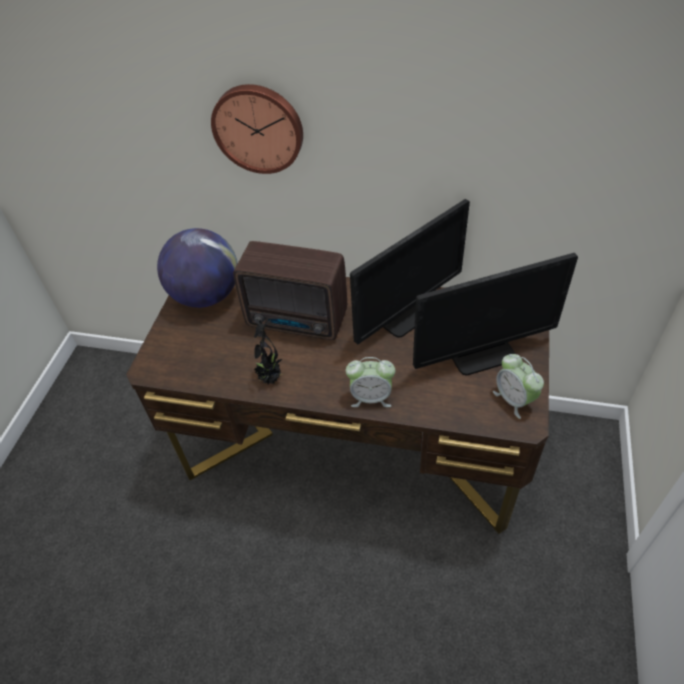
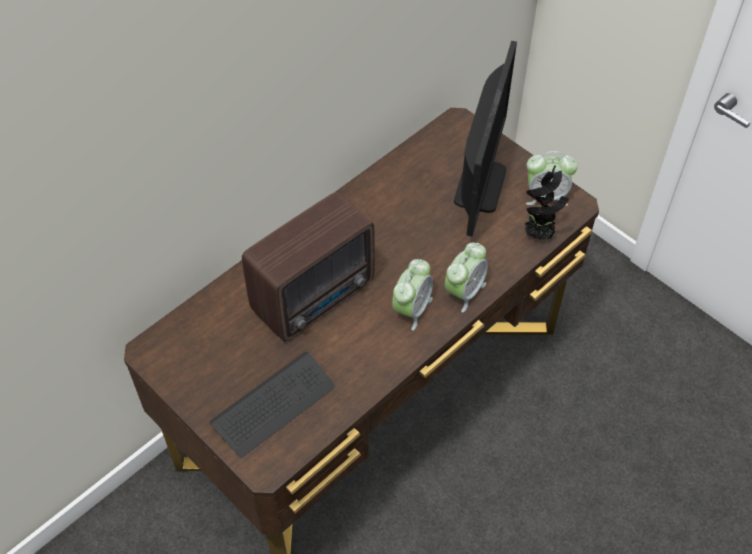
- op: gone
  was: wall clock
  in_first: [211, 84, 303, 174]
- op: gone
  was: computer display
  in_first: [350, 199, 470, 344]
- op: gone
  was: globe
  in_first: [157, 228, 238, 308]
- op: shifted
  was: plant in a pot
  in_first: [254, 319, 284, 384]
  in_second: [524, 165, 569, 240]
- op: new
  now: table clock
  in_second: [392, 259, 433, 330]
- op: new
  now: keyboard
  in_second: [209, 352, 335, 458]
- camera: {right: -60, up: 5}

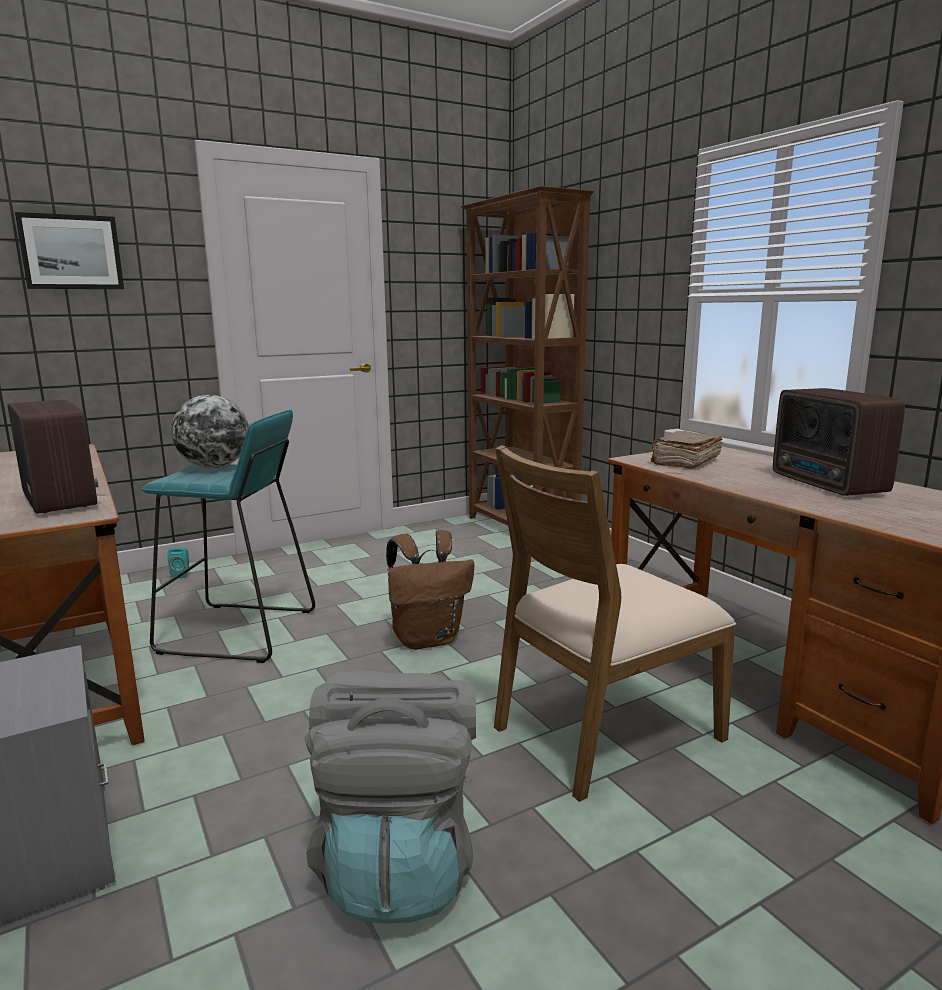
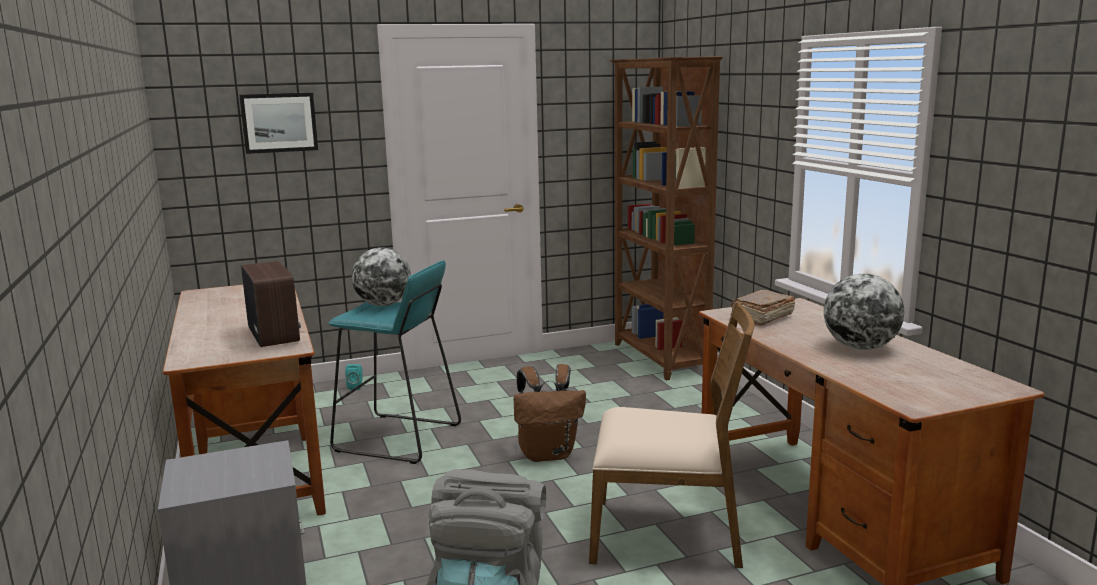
- op: swapped
  was: radio
  now: globe
  in_first: [773, 388, 905, 496]
  in_second: [824, 274, 904, 350]
- op: rotated
  was: brown-coloured upright chair
  in_first: [494, 445, 736, 802]
  in_second: [589, 302, 754, 568]
  clockwise: -150
- camera: {right: 10, up: 0}

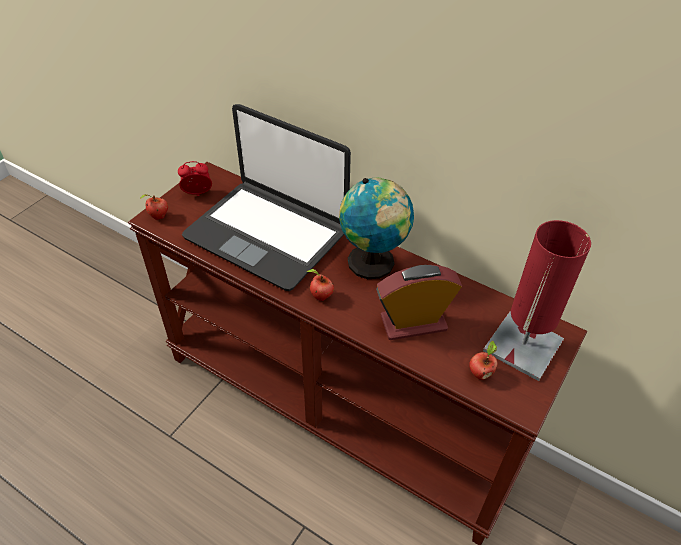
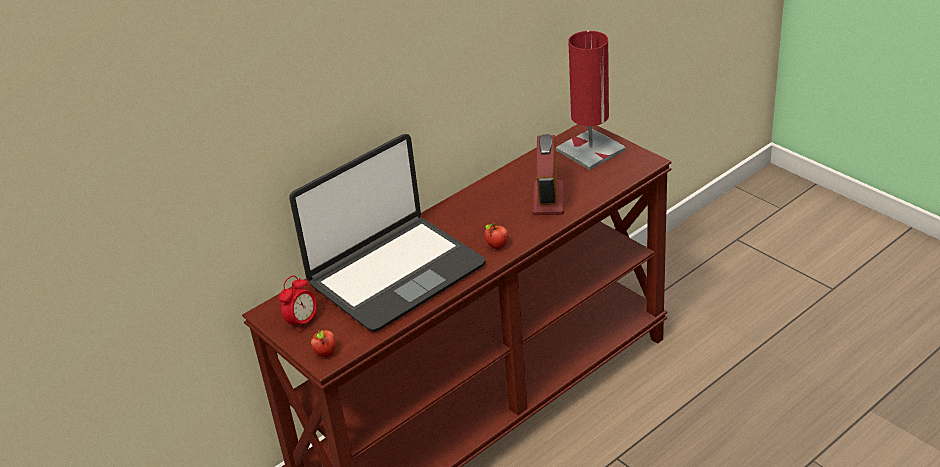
- op: rotated
  was: table clock
  in_first: [178, 161, 212, 196]
  in_second: [279, 275, 318, 332]
  clockwise: -150
- op: gone
  was: globe
  in_first: [339, 177, 414, 279]
- op: gone
  was: apple fruit
  in_first: [469, 341, 497, 380]
- camera: {right: -70, up: -10}

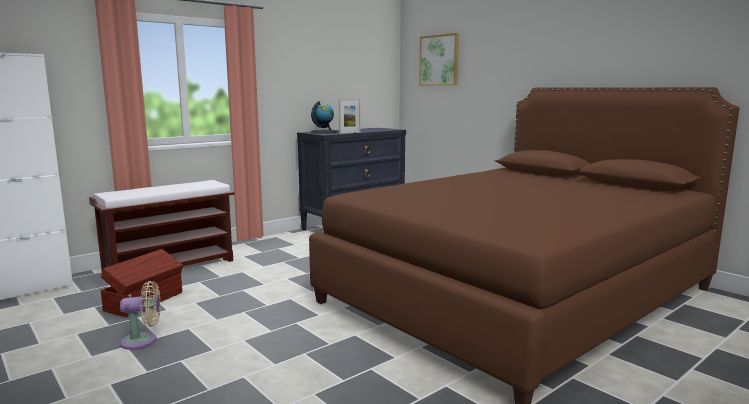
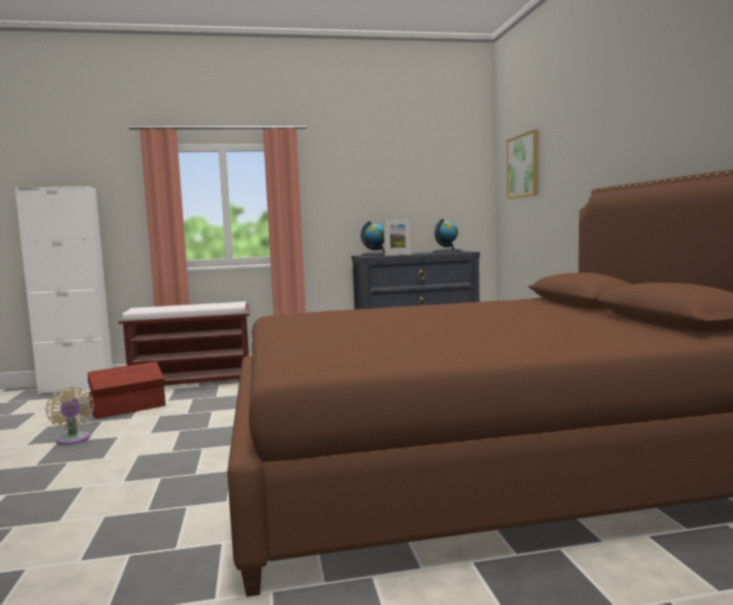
- op: rotated
  was: beige-coloured fan
  in_first: [120, 281, 161, 350]
  in_second: [46, 386, 94, 445]
  clockwise: 45
- op: new
  now: globe
  in_second: [432, 218, 463, 253]
- camera: {right: 30, up: -5}

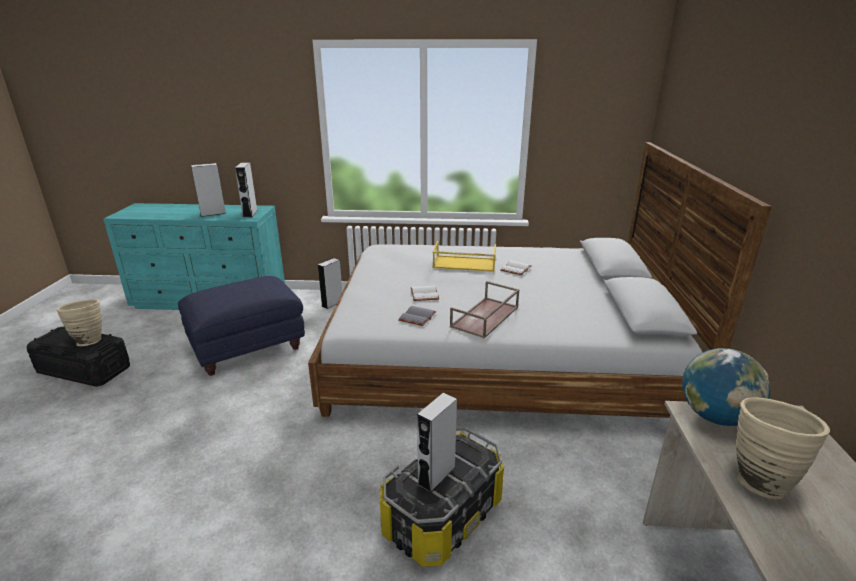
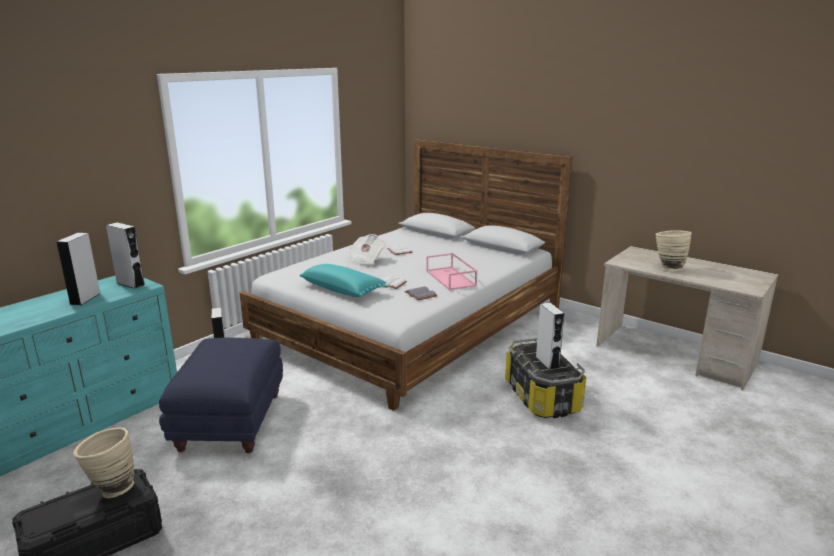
- op: swapped
  was: yellowish serving tray
  now: printed paper
  in_first: [432, 241, 496, 272]
  in_second: [349, 234, 385, 265]
- op: repainted
  was: brown-coloured serving tray
  now: pinkish serving tray
  in_first: [450, 281, 520, 339]
  in_second: [426, 253, 477, 290]
- op: gone
  was: globe
  in_first: [682, 348, 770, 426]
- op: new
  now: turquoise pillow
  in_second: [300, 264, 386, 297]
- camera: {right: -55, up: -5}

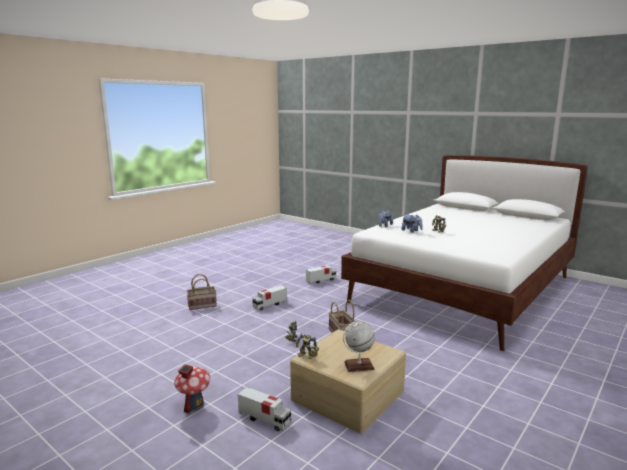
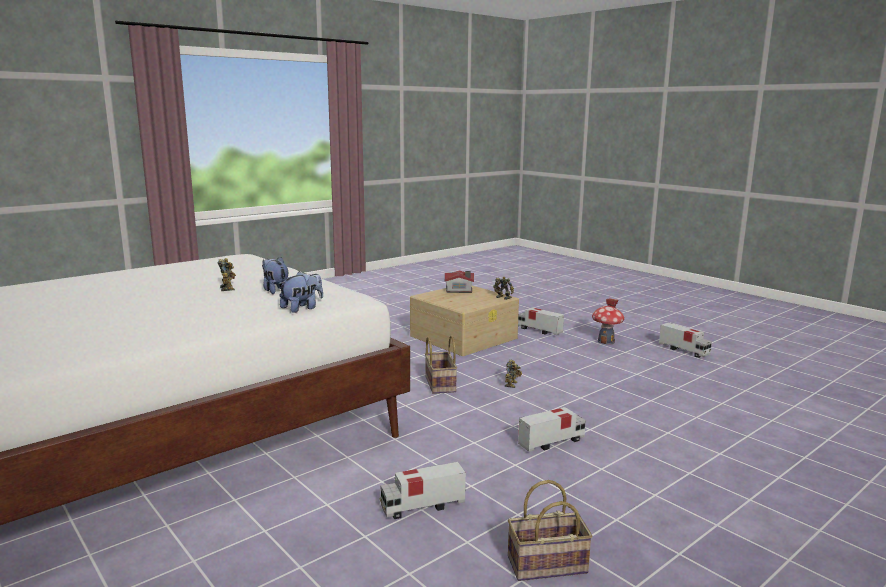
- op: shifted
  was: basket
  in_first: [186, 274, 217, 310]
  in_second: [508, 480, 593, 581]
- op: swapped
  was: globe
  now: model house
  in_first: [343, 322, 375, 372]
  in_second: [445, 270, 474, 293]
- op: new
  now: model truck
  in_second: [659, 322, 712, 358]
- camera: {right: -170, up: 0}

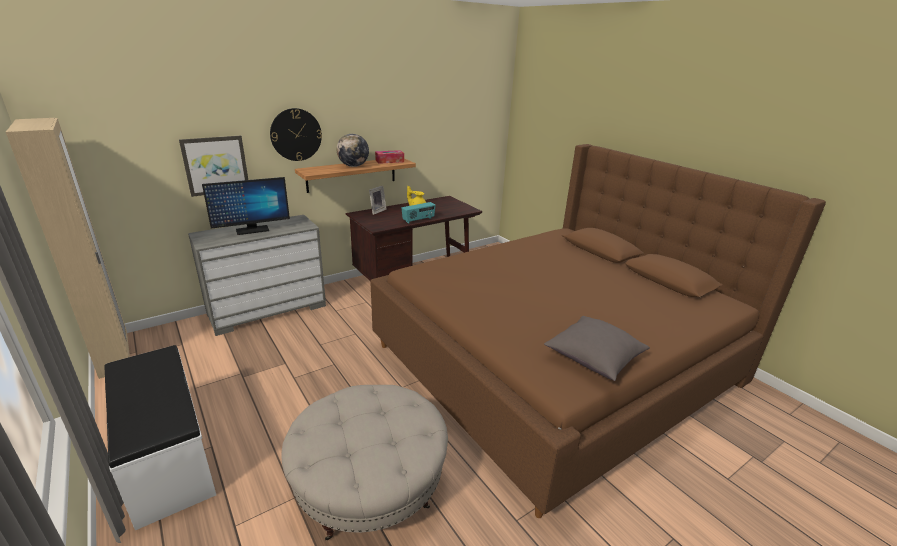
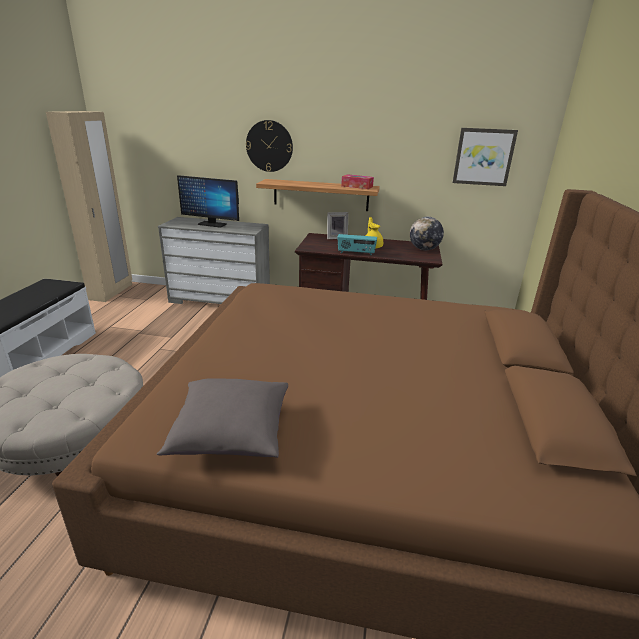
- op: shifted
  was: globe
  in_first: [336, 134, 369, 167]
  in_second: [410, 217, 444, 250]
- op: shifted
  was: picture
  in_first: [179, 135, 248, 197]
  in_second: [452, 128, 518, 186]
- camera: {right: 45, up: 0}

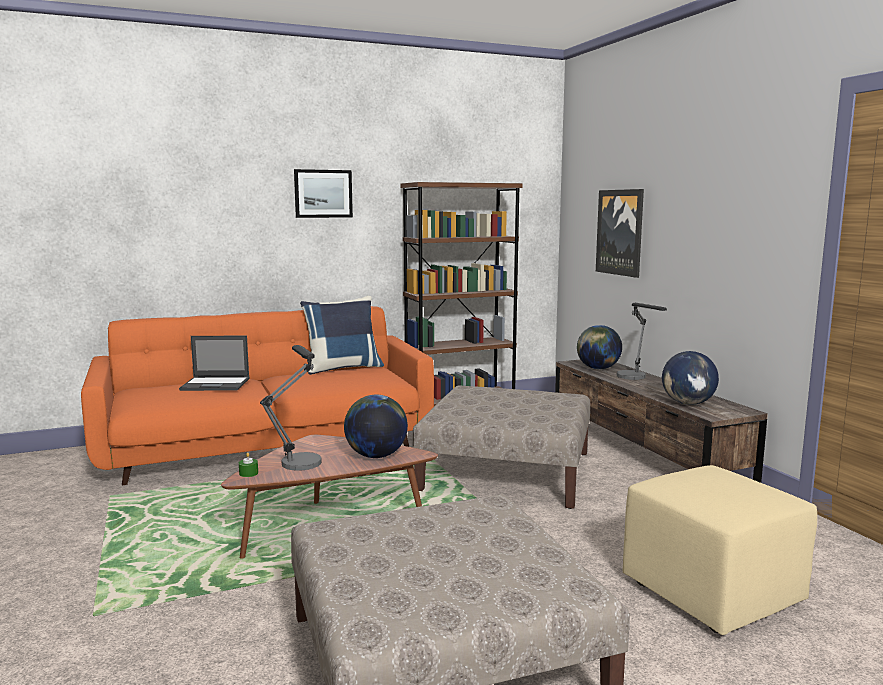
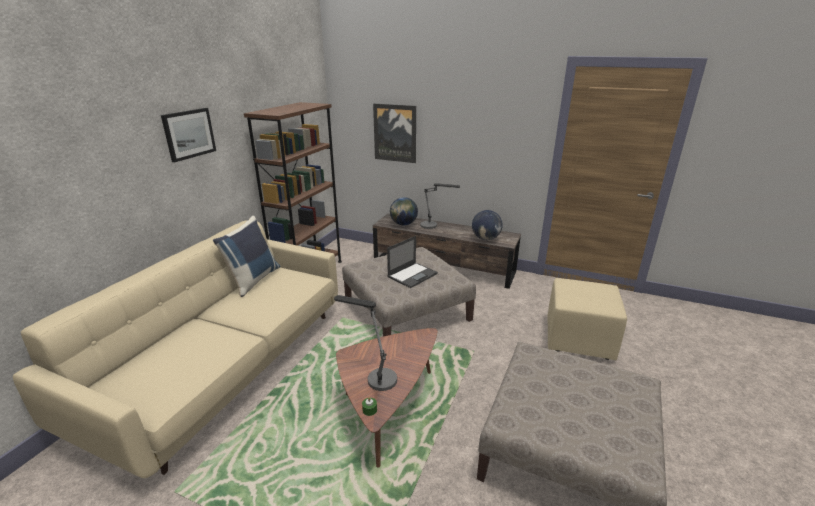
- op: repainted
  was: orange couch
  now: beige-coloured couch
  in_first: [81, 306, 434, 485]
  in_second: [13, 220, 338, 478]
- op: shifted
  was: portable computer
  in_first: [179, 336, 249, 391]
  in_second: [387, 236, 438, 288]
- op: gone
  was: globe
  in_first: [344, 395, 408, 458]
- camera: {right: -45, up: 15}

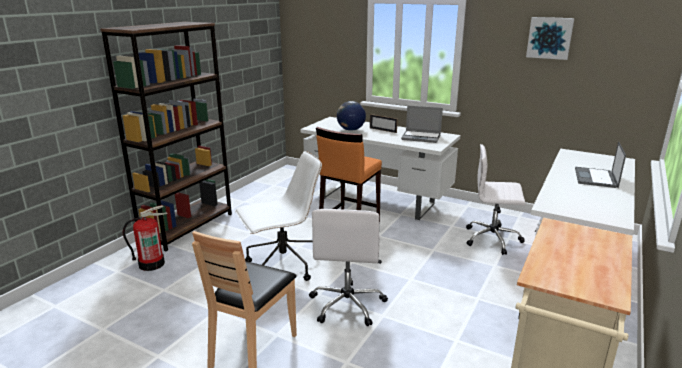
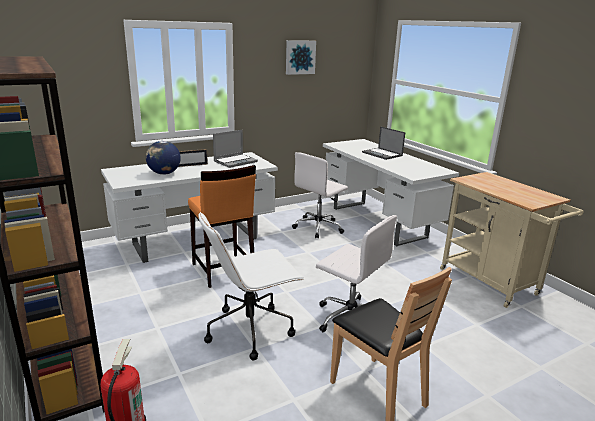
- op: rotated
  was: white computer chair
  in_first: [235, 151, 322, 281]
  in_second: [198, 212, 305, 361]
  clockwise: -120
- camera: {right: -60, up: 0}

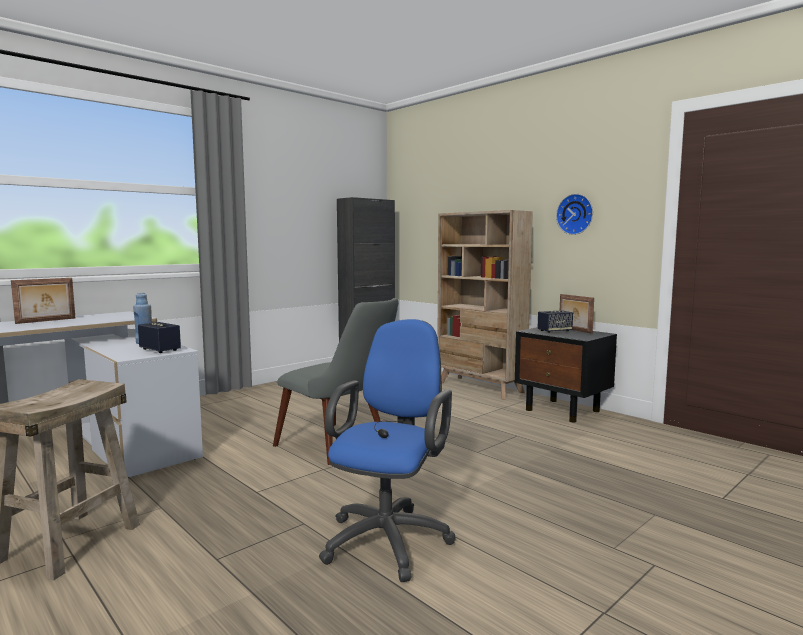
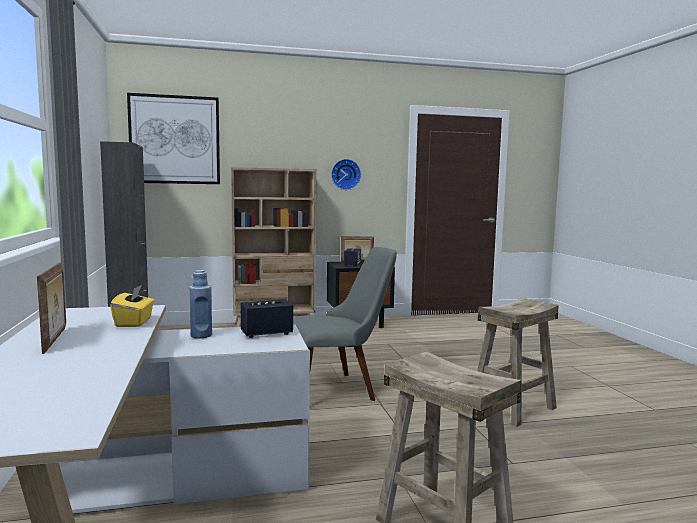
- op: swapped
  was: blue-coloured computer chair
  now: beige-coloured sitting stool
  in_first: [319, 319, 456, 582]
  in_second: [477, 298, 559, 427]
- op: new
  now: picture
  in_second: [127, 93, 220, 184]
- op: new
  now: yellowish tissue box
  in_second: [110, 285, 155, 327]
- camera: {right: -60, up: 0}

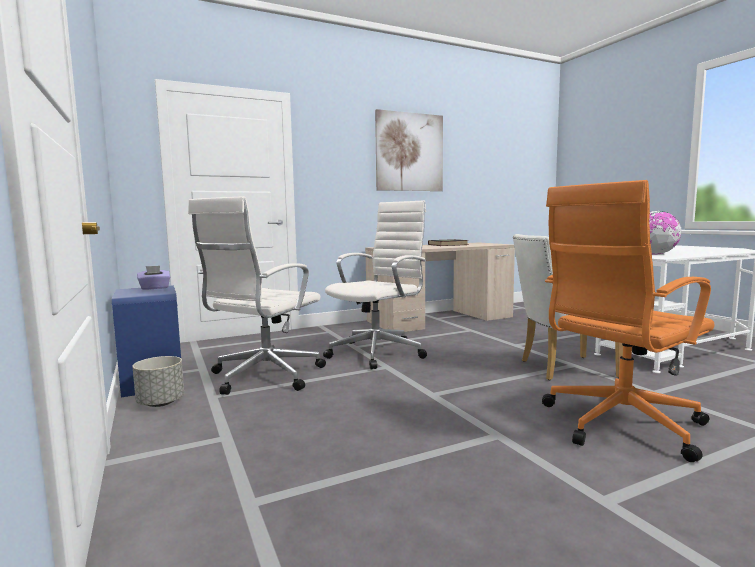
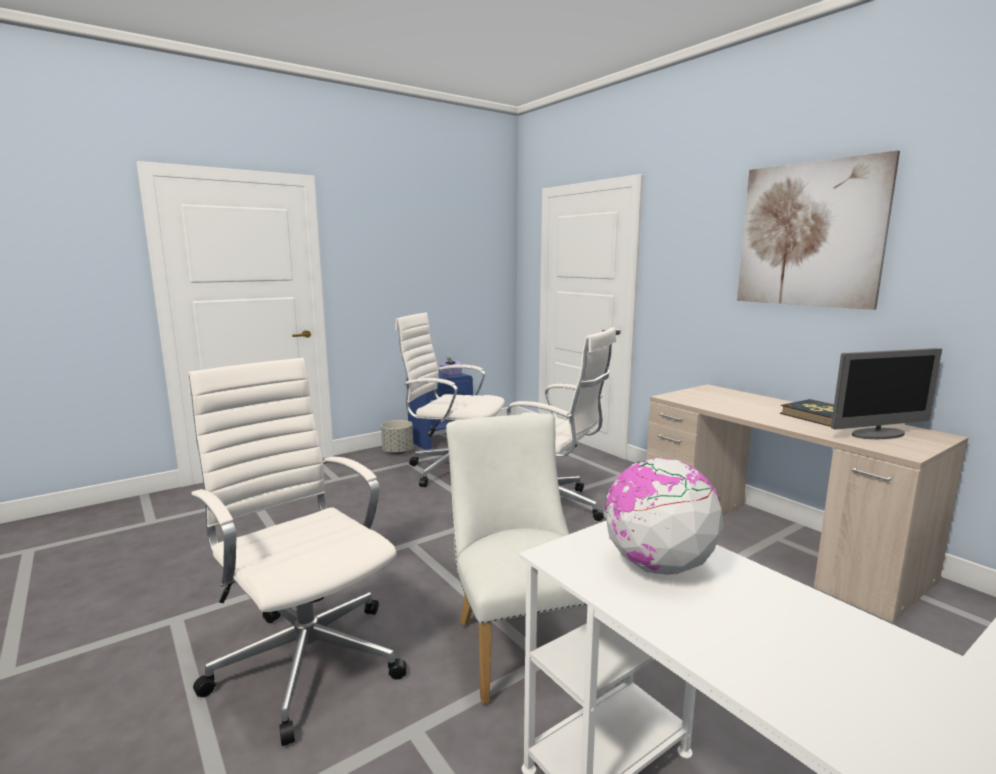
- op: repainted
  was: orange computer chair
  now: white computer chair
  in_first: [542, 180, 715, 462]
  in_second: [188, 358, 406, 746]
- op: new
  now: computer display
  in_second: [831, 348, 942, 439]
- camera: {right: 80, up: 5}

